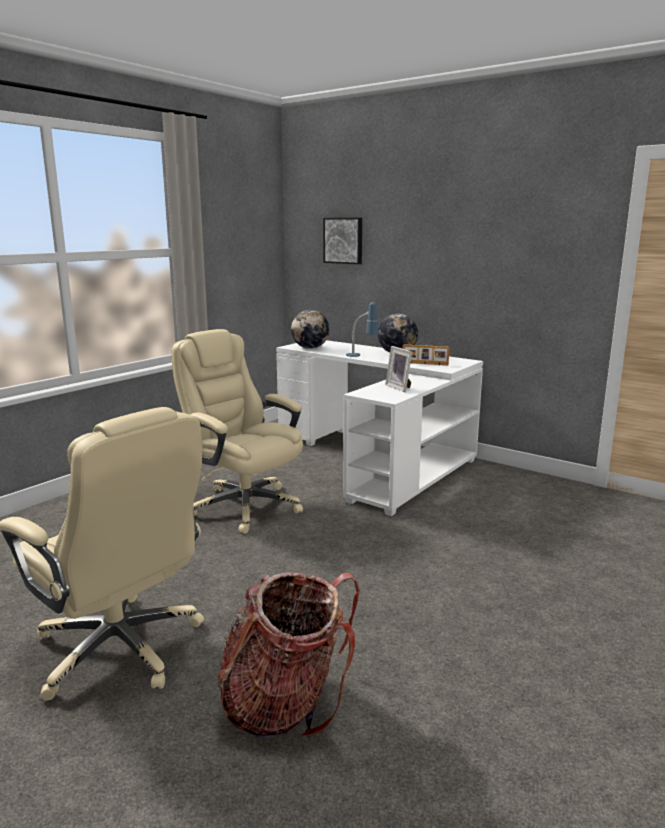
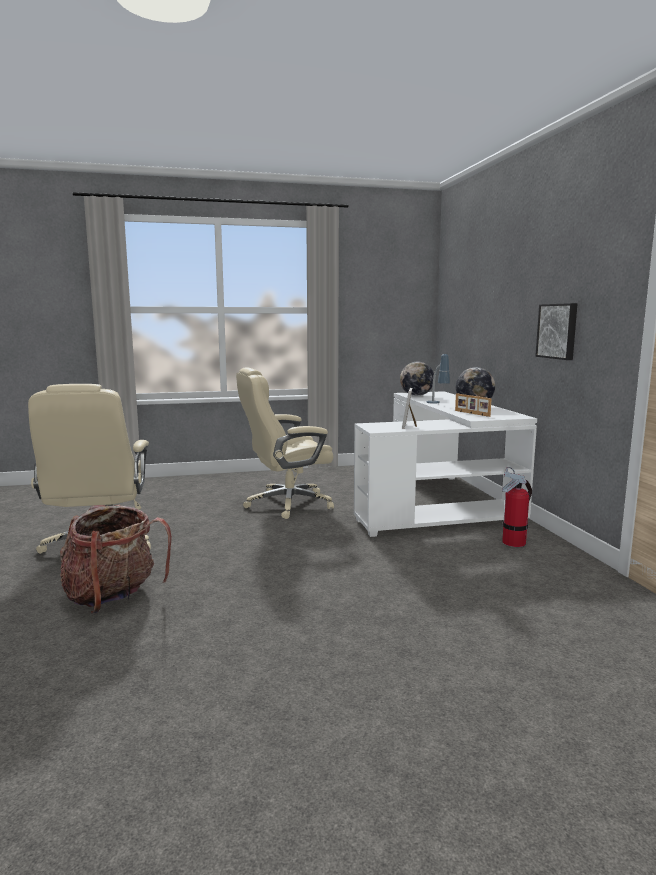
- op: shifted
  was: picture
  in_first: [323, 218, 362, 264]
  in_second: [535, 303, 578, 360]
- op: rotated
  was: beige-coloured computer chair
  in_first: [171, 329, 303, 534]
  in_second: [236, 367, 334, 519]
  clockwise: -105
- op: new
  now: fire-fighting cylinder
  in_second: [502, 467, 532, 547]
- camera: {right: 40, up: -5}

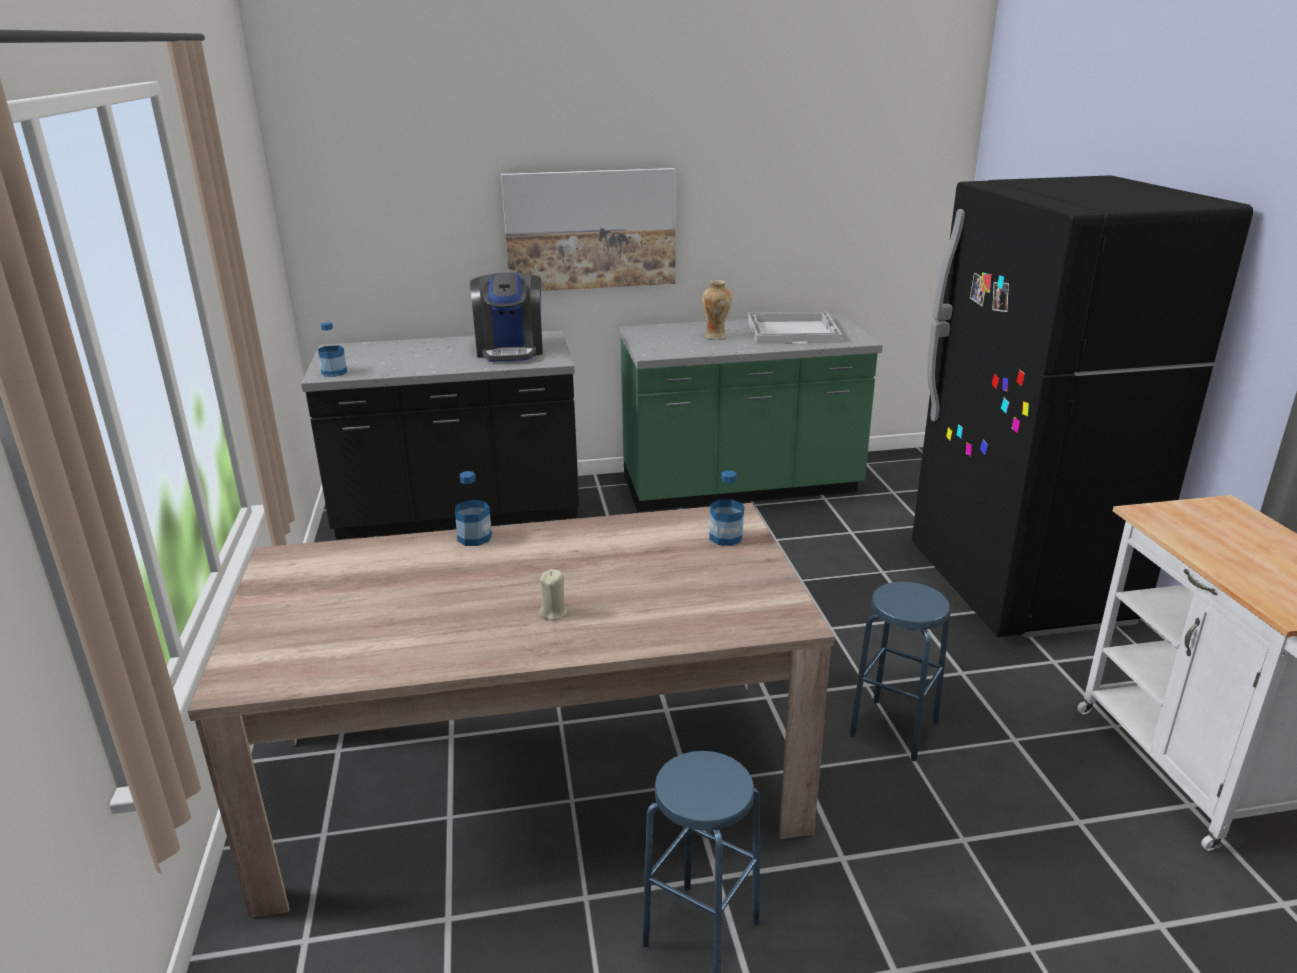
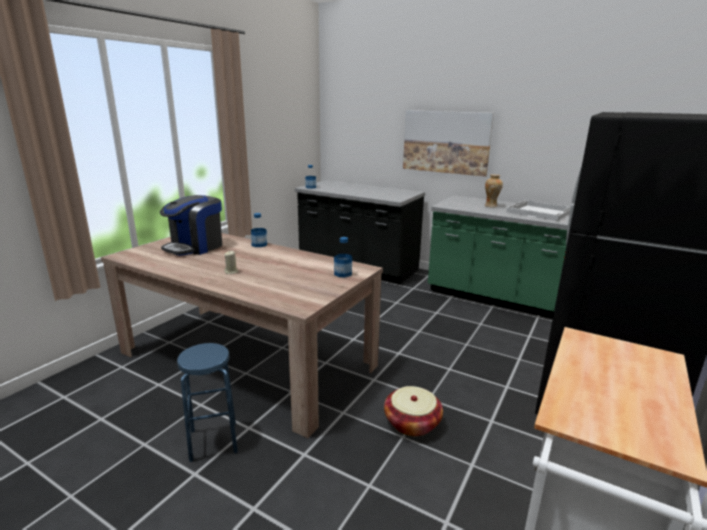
- op: shifted
  was: coffee brewer
  in_first: [470, 272, 543, 362]
  in_second: [160, 195, 222, 256]
- op: swapped
  was: blue-coloured sitting stool
  now: basket
  in_first: [850, 582, 950, 761]
  in_second: [384, 386, 443, 436]
- camera: {right: 40, up: -5}

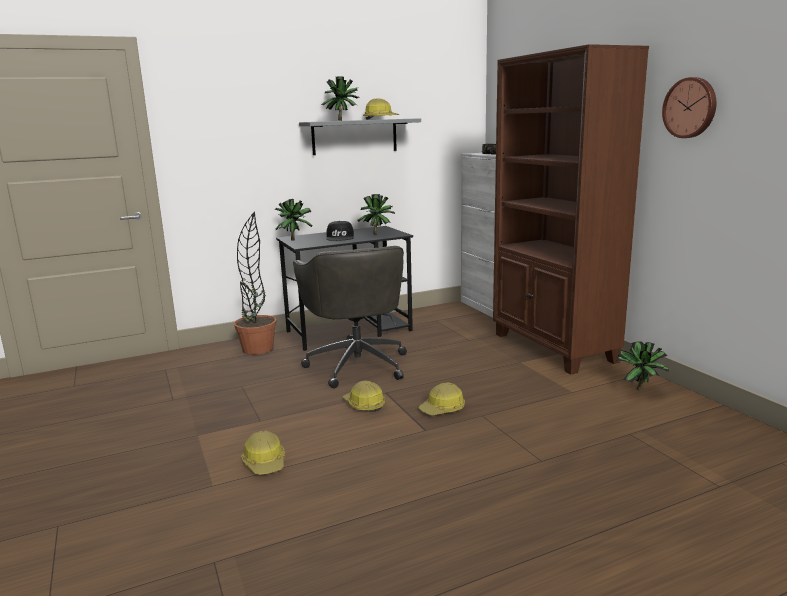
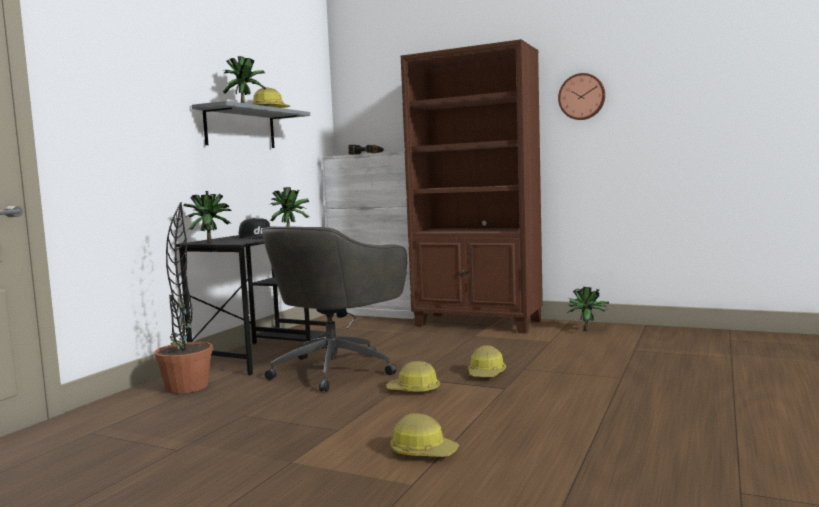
- op: rotated
  was: greyish computer chair
  in_first: [293, 246, 407, 388]
  in_second: [262, 226, 408, 392]
  clockwise: 90
- camera: {right: -40, up: -10}

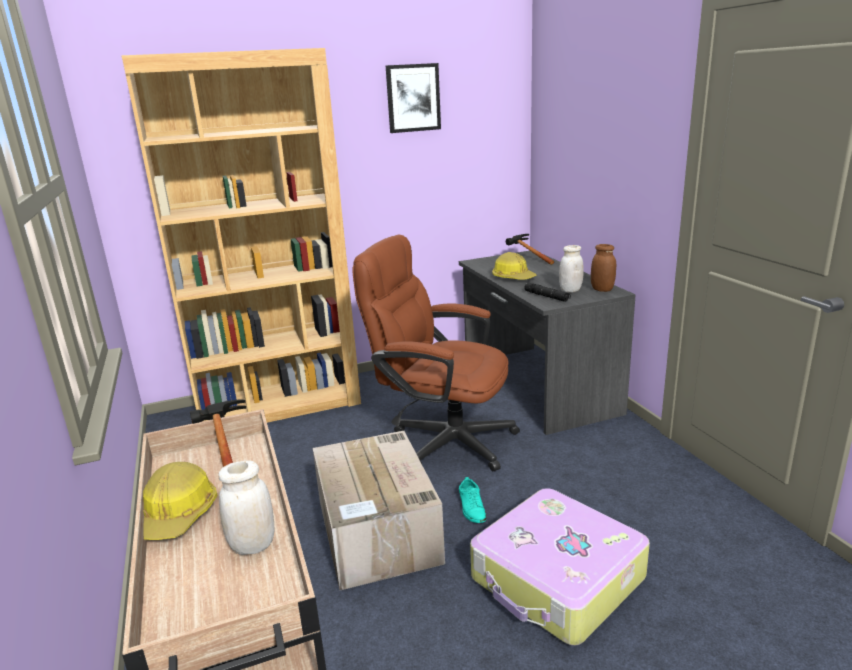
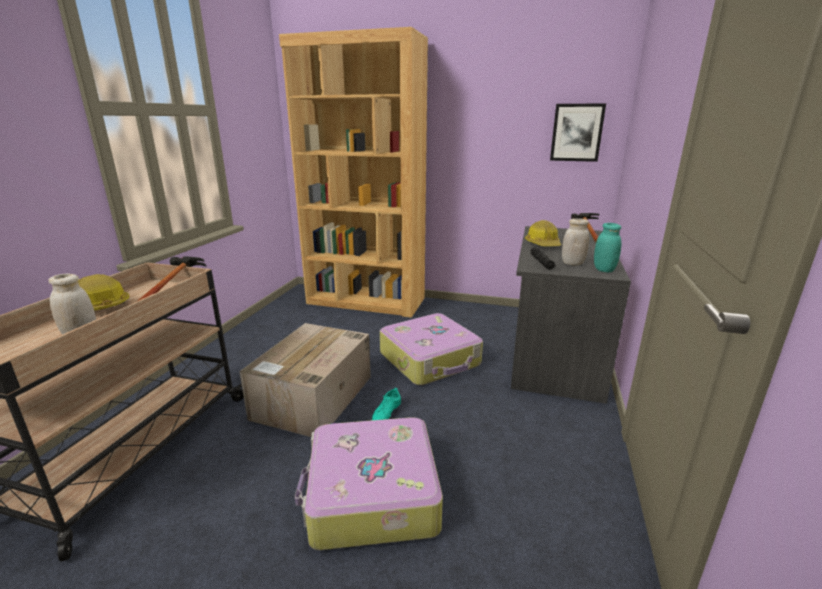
- op: shifted
  was: picture
  in_first: [386, 63, 441, 133]
  in_second: [550, 103, 606, 162]
- op: swapped
  was: brown-coloured computer chair
  now: suitcase
  in_first: [352, 234, 520, 471]
  in_second: [380, 313, 483, 385]
- op: repainted
  was: brown-coloured preserve jar
  now: turquoise preserve jar
  in_first: [591, 244, 616, 292]
  in_second: [594, 223, 621, 272]
- camera: {right: 35, up: 0}

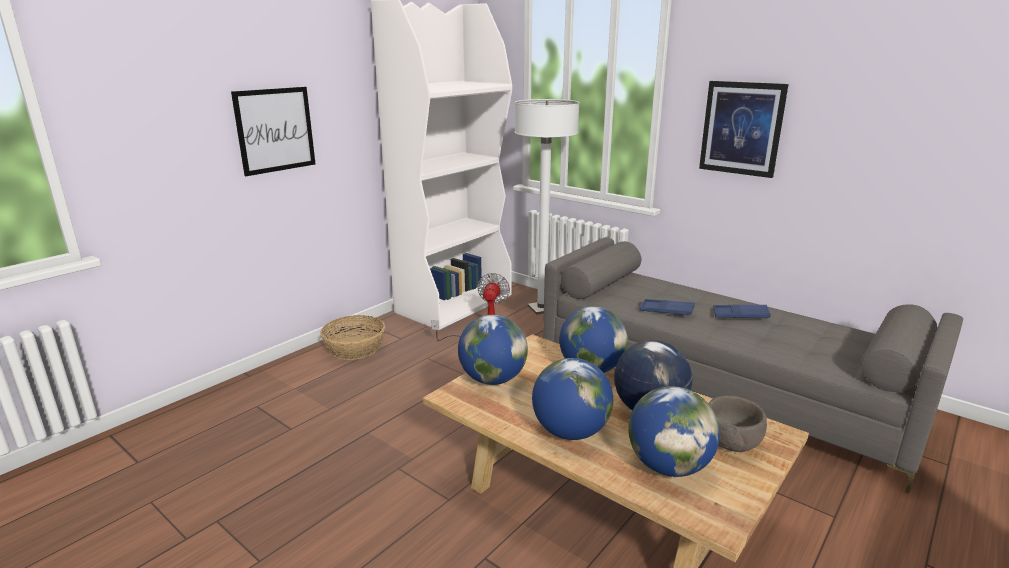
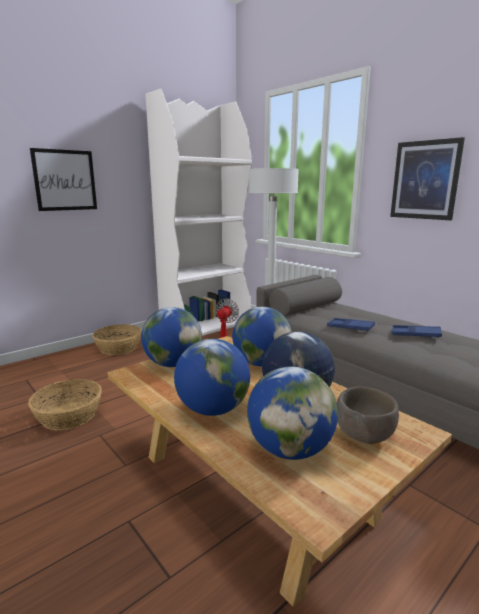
- op: new
  now: basket
  in_second: [28, 379, 102, 430]
- camera: {right: 10, up: -5}

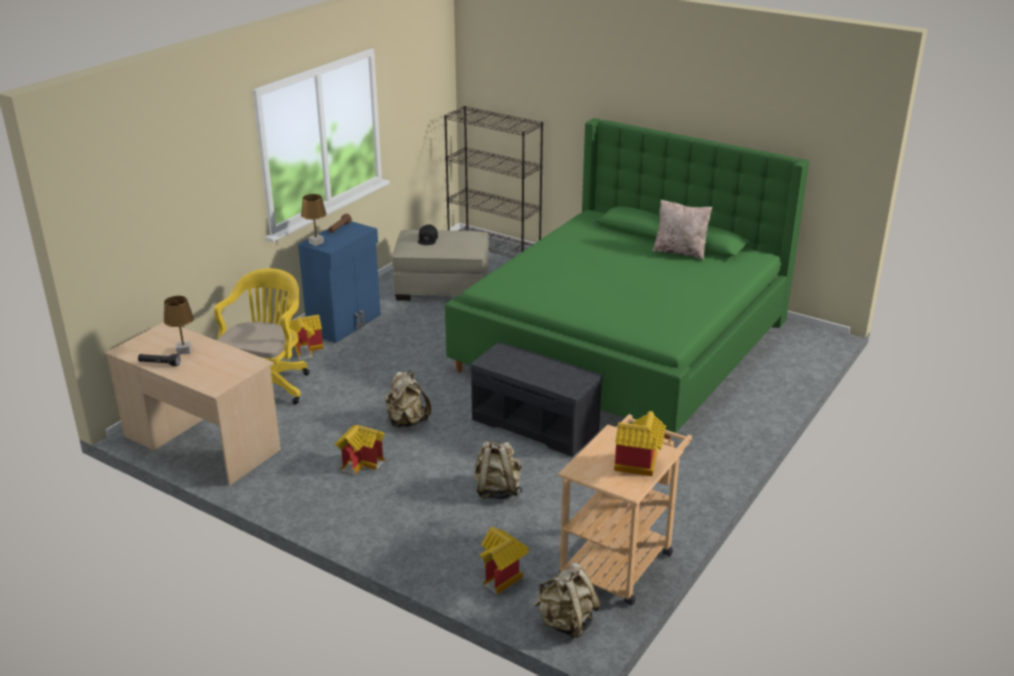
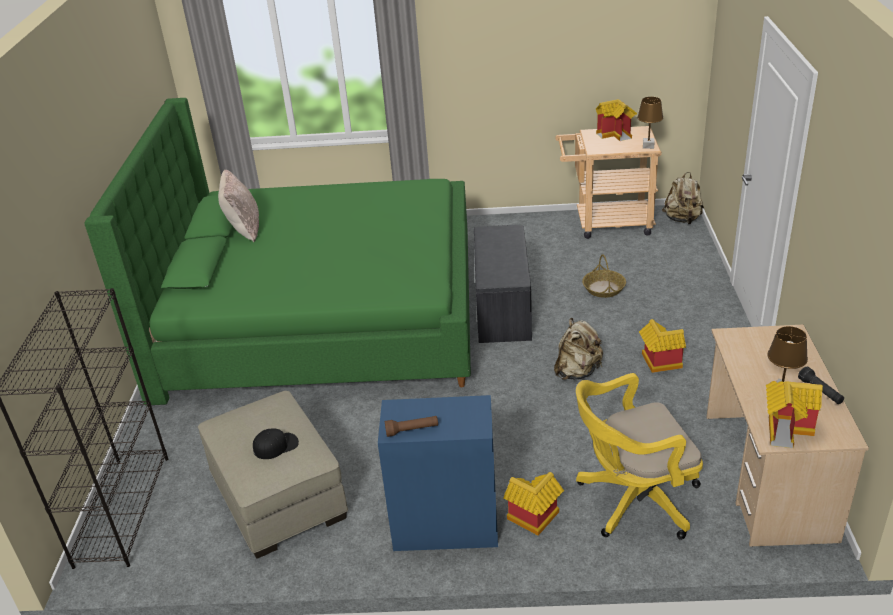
- op: shifted
  was: brown-coloured tabletop lamp
  in_first: [301, 194, 327, 246]
  in_second: [637, 97, 663, 149]
- op: swapped
  was: beige-coloured rucksack
  now: basket
  in_first: [474, 441, 522, 499]
  in_second: [582, 254, 626, 298]
- op: shifted
  was: model house
  in_first: [480, 526, 529, 595]
  in_second: [766, 381, 823, 448]
- camera: {right: -120, up: 5}

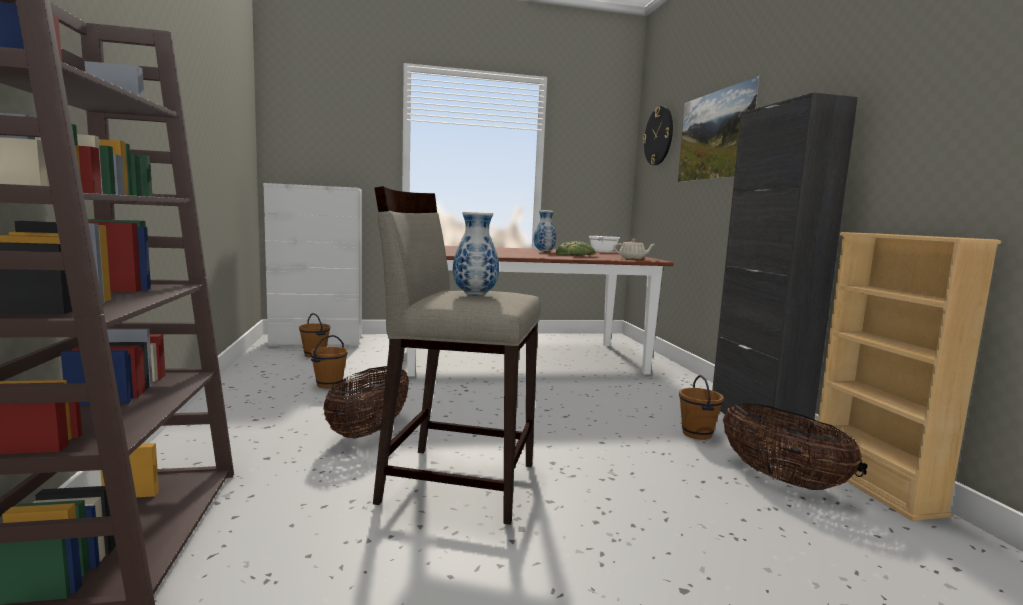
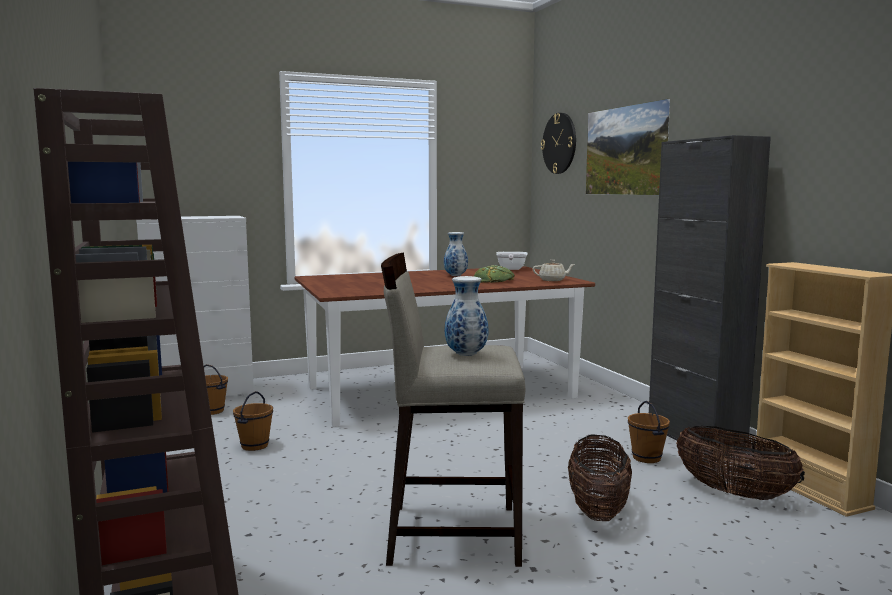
- op: shifted
  was: basket
  in_first: [323, 366, 409, 439]
  in_second: [568, 434, 632, 521]
- camera: {right: -10, up: 0}

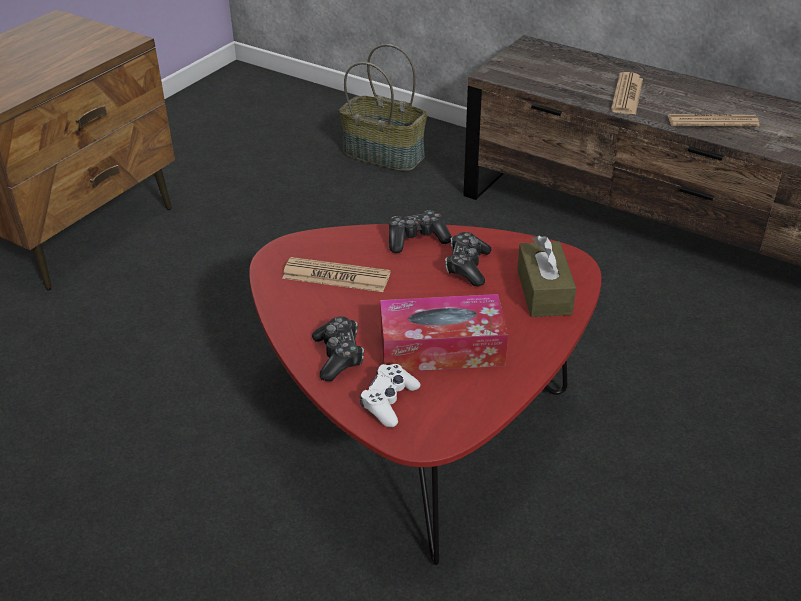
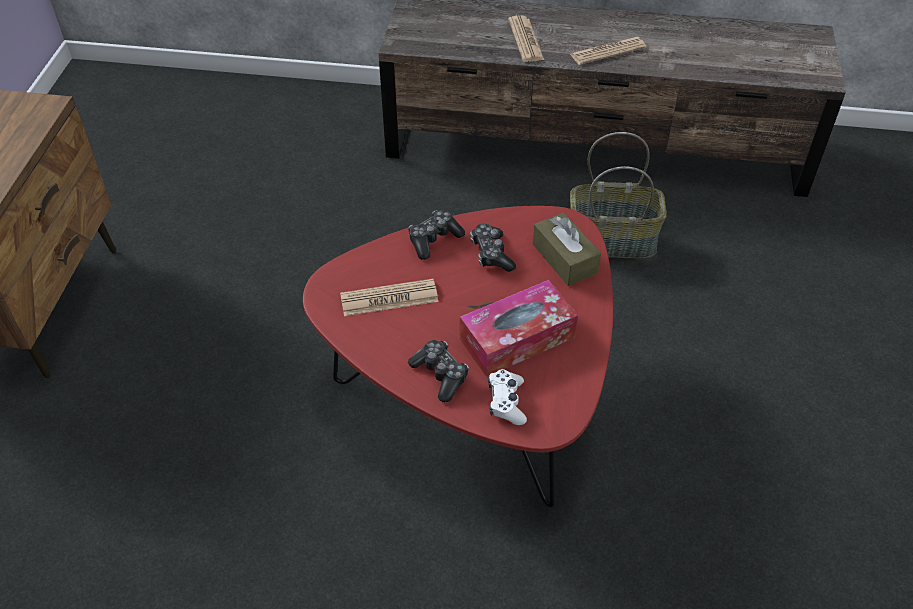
- op: shifted
  was: basket
  in_first: [339, 44, 427, 171]
  in_second: [570, 132, 667, 258]
- camera: {right: -25, up: 10}

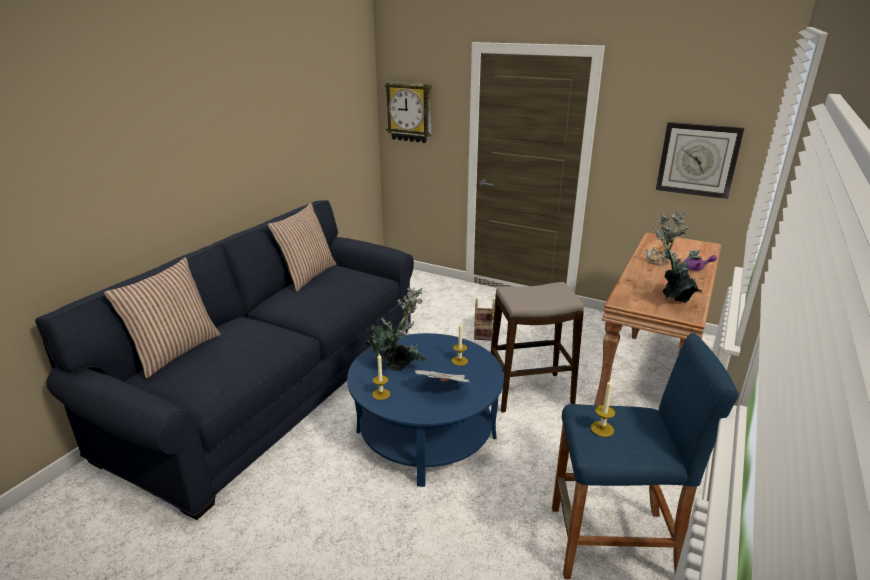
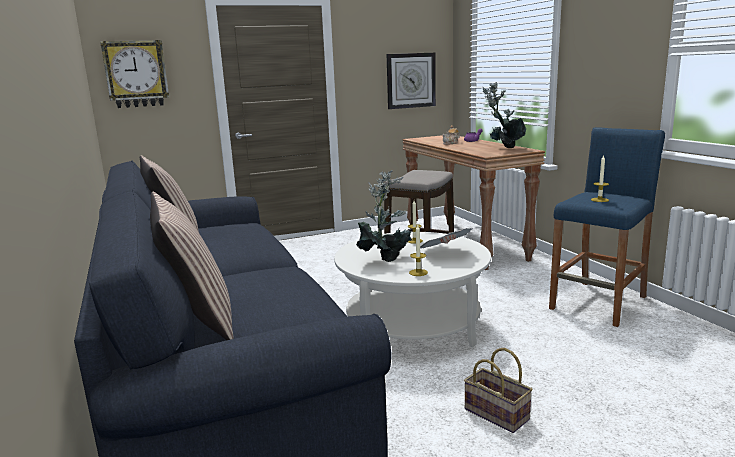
- op: shifted
  was: basket
  in_first: [474, 298, 494, 341]
  in_second: [464, 348, 533, 433]
- op: repainted
  was: blue-coloured low table
  now: white low table
  in_first: [347, 333, 504, 487]
  in_second: [334, 232, 491, 347]
- camera: {right: -50, up: -10}

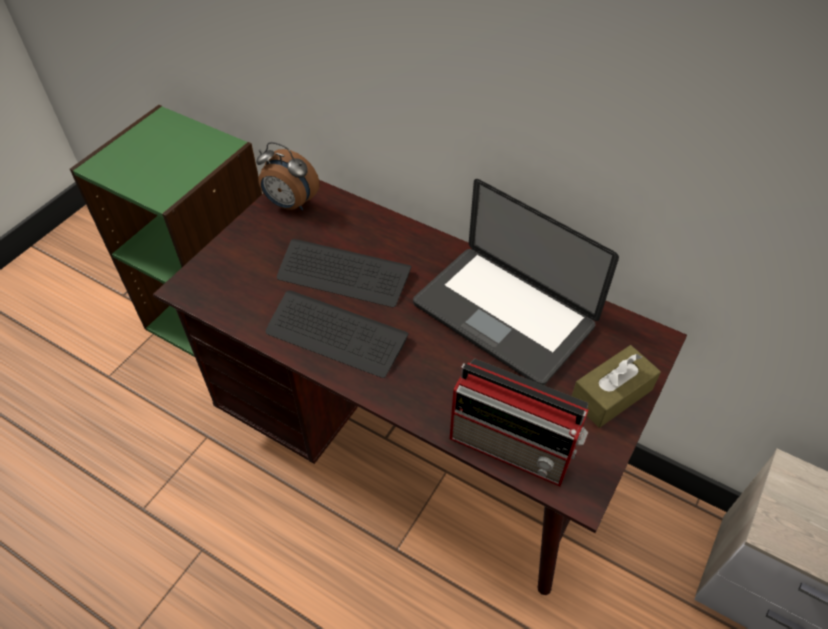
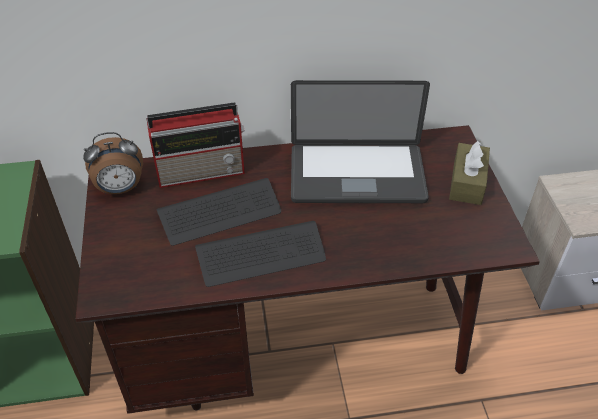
- op: shifted
  was: radio
  in_first: [450, 358, 588, 486]
  in_second: [146, 102, 245, 188]
- camera: {right: -40, up: -5}

